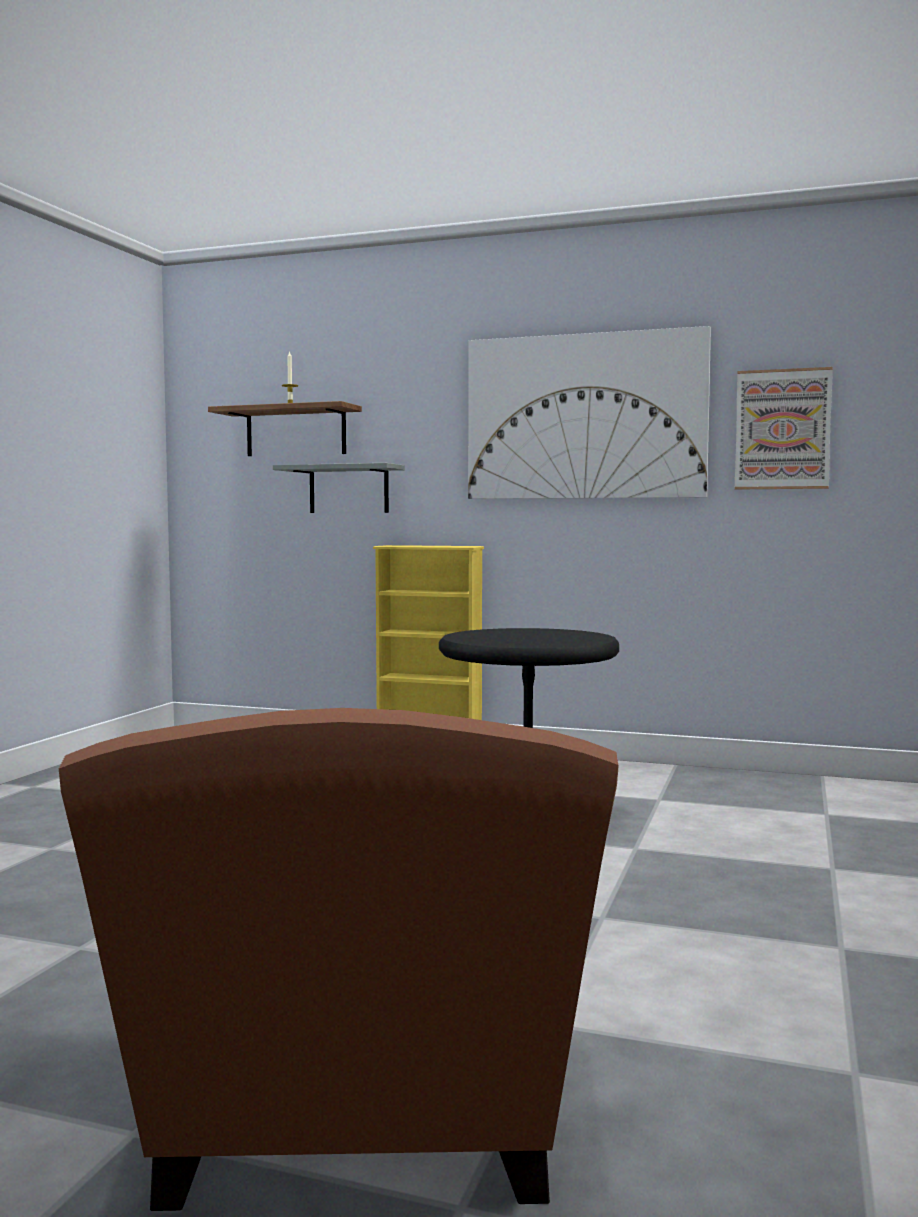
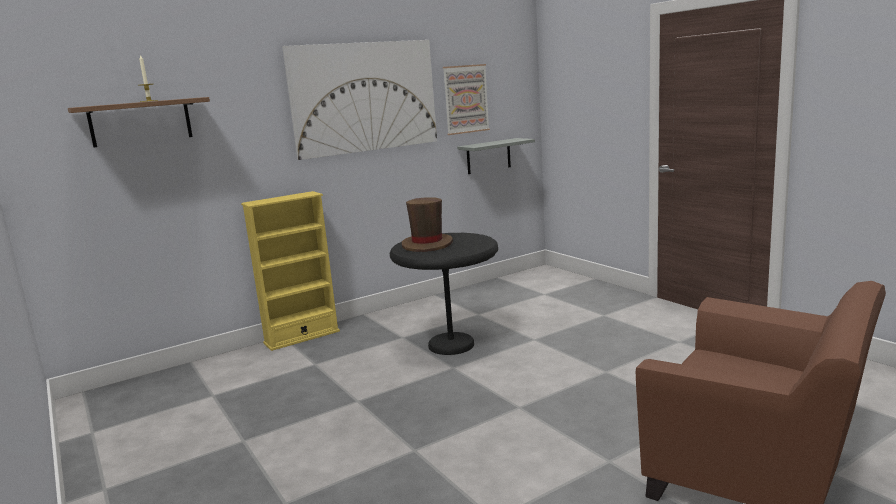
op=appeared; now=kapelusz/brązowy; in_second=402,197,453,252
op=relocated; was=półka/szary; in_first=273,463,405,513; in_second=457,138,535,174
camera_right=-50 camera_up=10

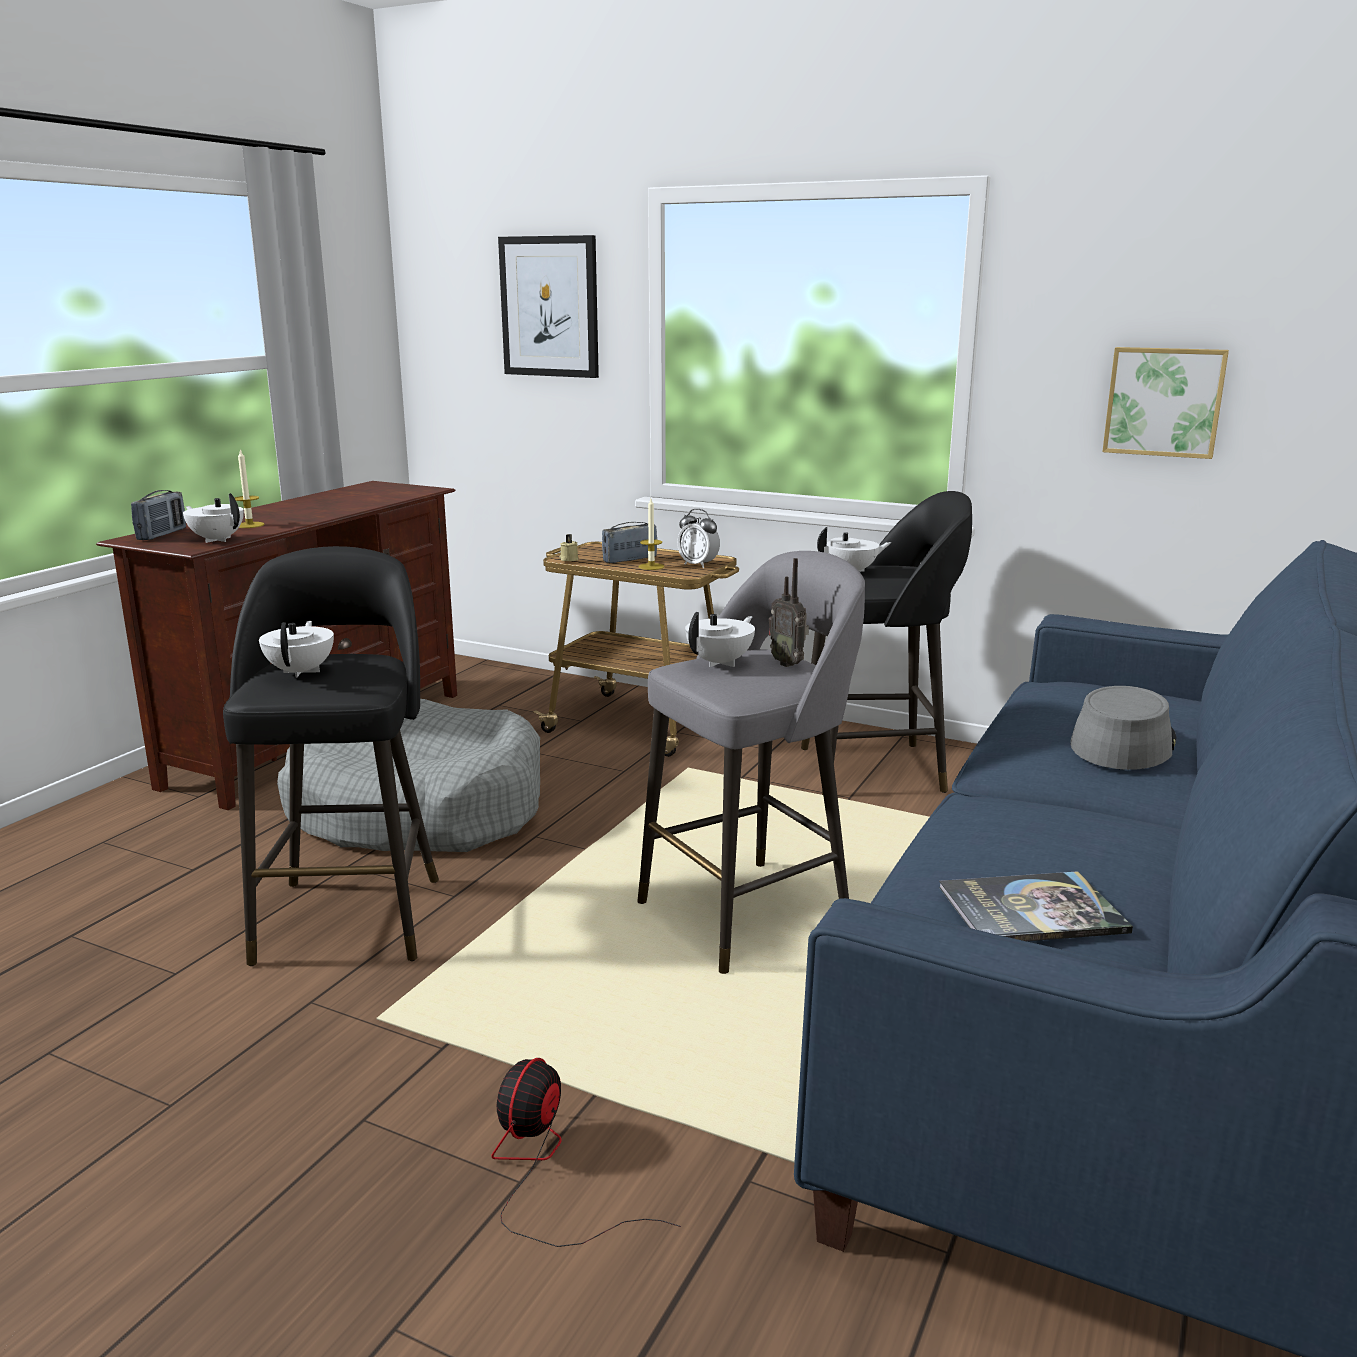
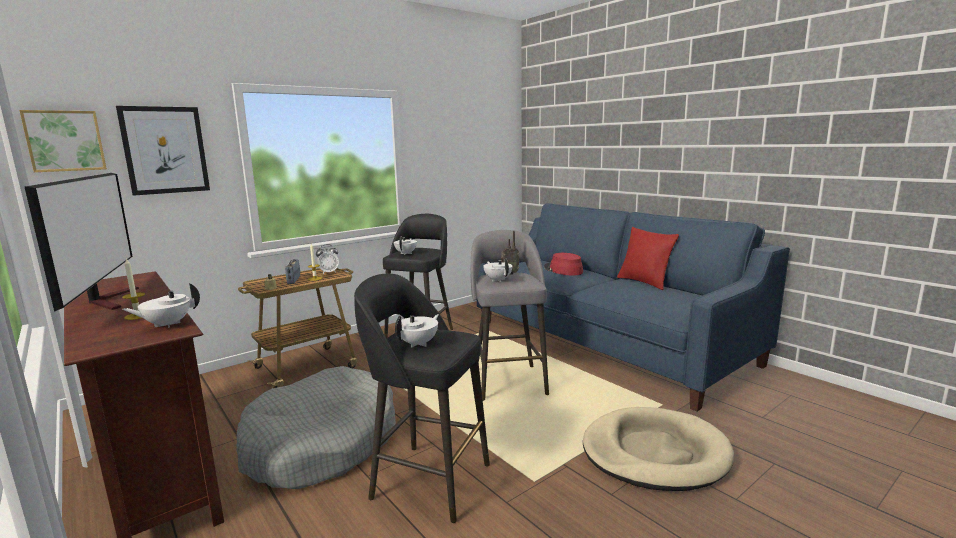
op=relocated; was=obraz; in_first=1102,347,1229,459; in_second=19,110,107,172
op=appeared; now=telewizor; in_second=25,173,139,312
op=spun; was=imbryk/biały; in_first=259,621,334,678; in_second=395,314,439,348; clockwise=105
op=colour; was=kapelusz/szary; now=kapelusz/czerwony; in_first=1070,686,1177,770; in_second=544,253,583,275
op=exchanged; was=wentylator; now=legowisko/beżowy; in_first=491,1058,681,1247; in_second=583,407,734,491
op=appeared; now=poduszka/czerwony; in_second=617,227,679,290
op=missing; was=radio; in_first=131,490,186,540
op=missing; was=książka; in_first=939,871,1133,941
camera_right=-65 camera_up=-5

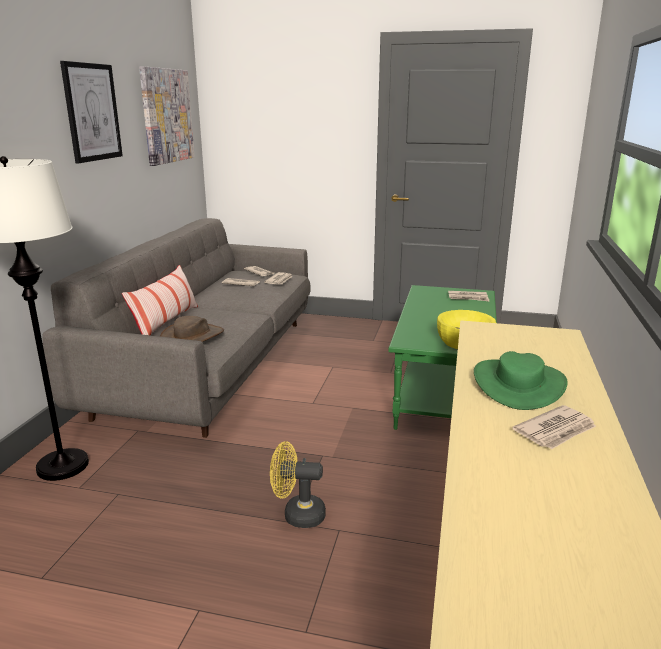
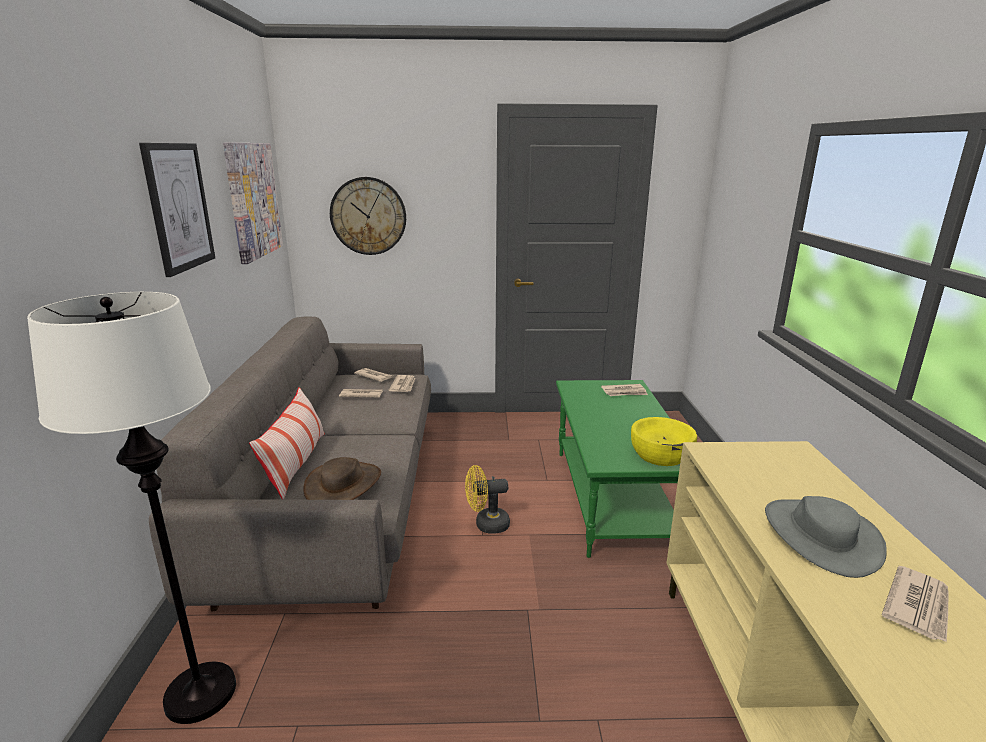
op=appeared; now=zegar ścienny; in_second=330,177,406,255
op=relocated; was=wentylator/żółty; in_first=270,441,326,528; in_second=465,465,510,534
op=colour; was=kapelusz/zielony; now=kapelusz/szary; in_first=474,351,567,410; in_second=765,496,887,578
camera_right=-15 camera_up=0

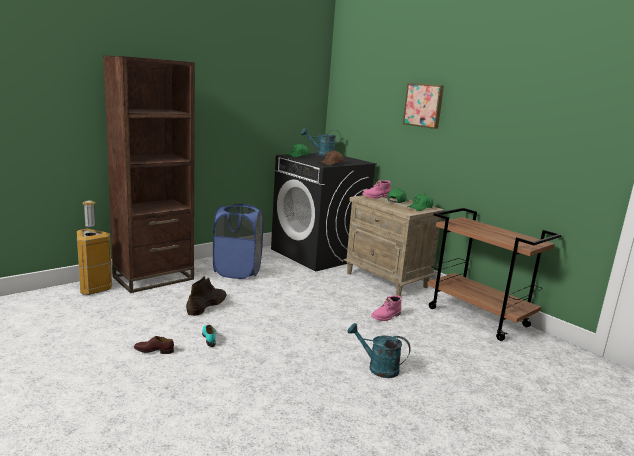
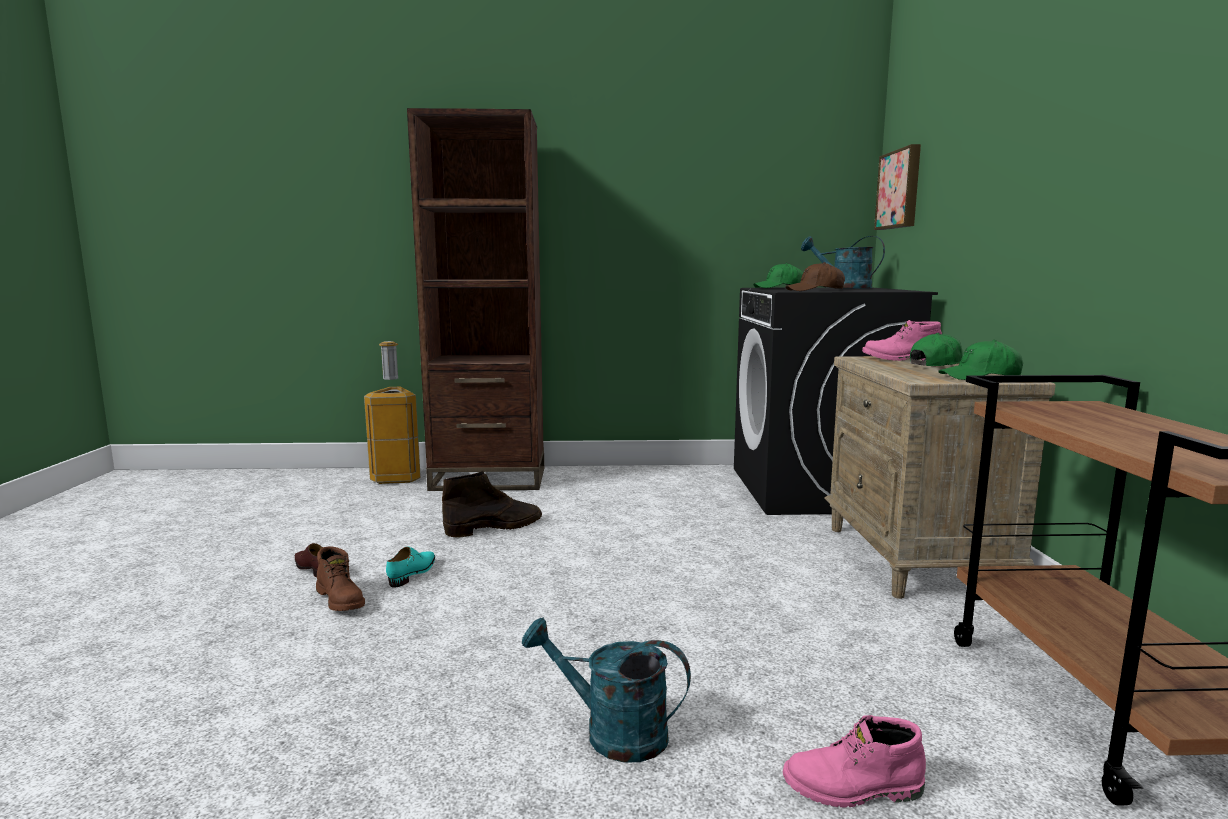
op=appeared; now=but z cholewką/brązowy; in_second=316,546,365,611
op=spun; was=konewka/turkusowy; in_first=347,323,410,378; in_second=522,618,691,762; clockwise=-45
op=relocated; was=but z cholewką/różowy; in_first=371,295,402,321; in_second=783,715,926,808
op=relocated; was=obraz; in_first=403,83,444,129; in_second=874,144,921,230
op=missing; was=kosz na pranie/niebieski; in_first=213,204,263,279
camera_right=40 camera_up=-5

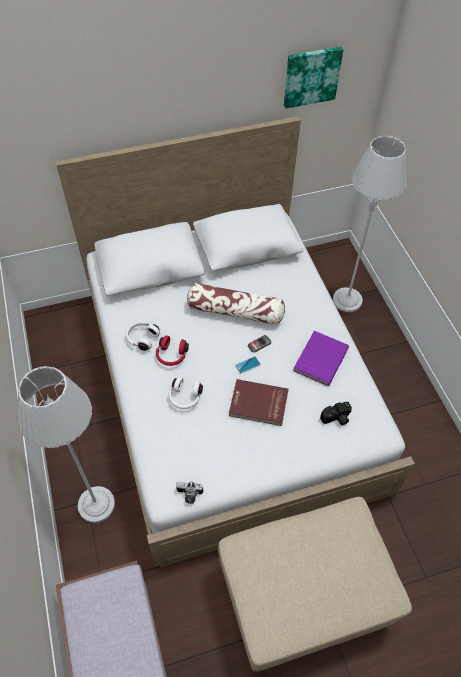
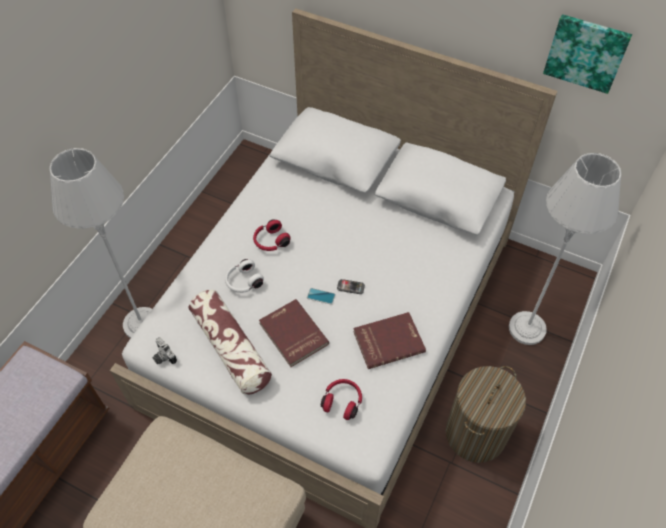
op=relocated; was=poduszka; in_first=187,283,285,325; in_second=189,290,272,394
op=exchanged; was=aparat fotograficzny; now=słuchawki/czerwony; in_first=320,402,352,425; in_second=321,379,362,420
op=colour; was=książka/fioletowy; now=książka/czerwony; in_first=293,331,349,386; in_second=353,312,426,369
op=appeared; now=kosz na pranie; in_second=446,366,526,463
op=missing; was=słuchawki/biały; in_first=126,322,160,351
camera_right=45 camera_up=0

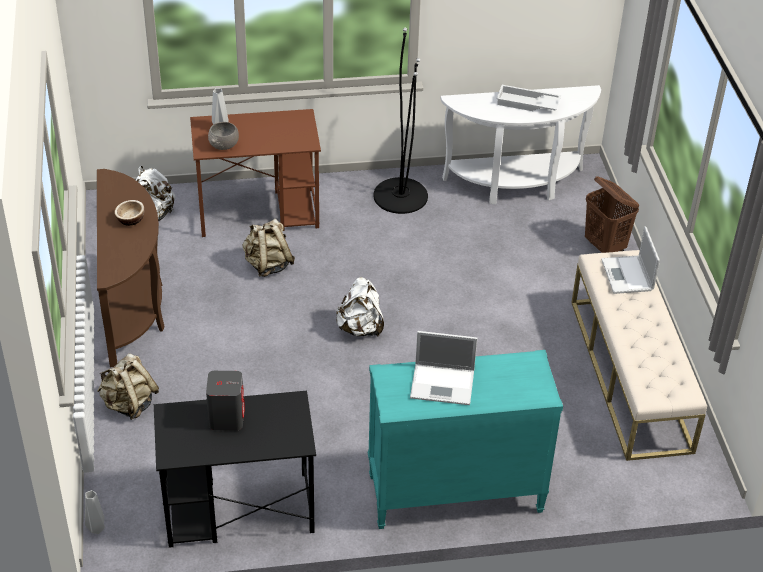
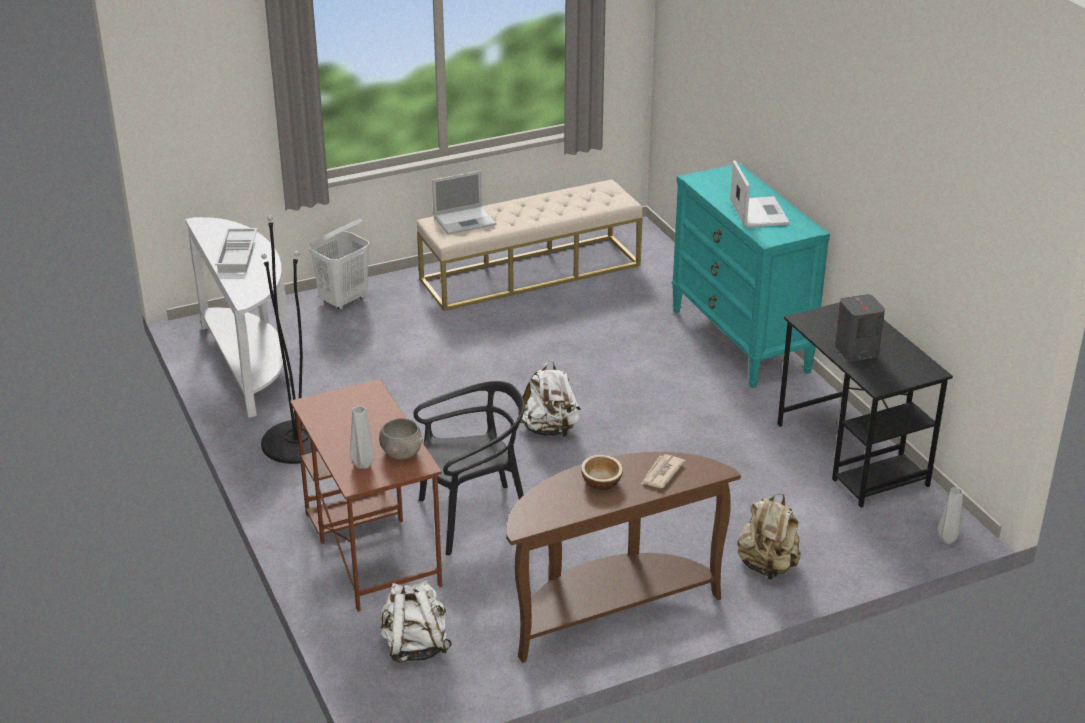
op=colour; was=kosz na pranie/brązowy; now=kosz na pranie/biały; in_first=585,176,639,253; in_second=310,219,369,310
op=exchanged; was=plecak/beżowy; now=krzesło/czarny; in_first=242,219,295,277; in_second=413,381,525,555
op=appeared; now=gazeta; in_second=641,454,685,488
camera_right=-105 camera_up=-10

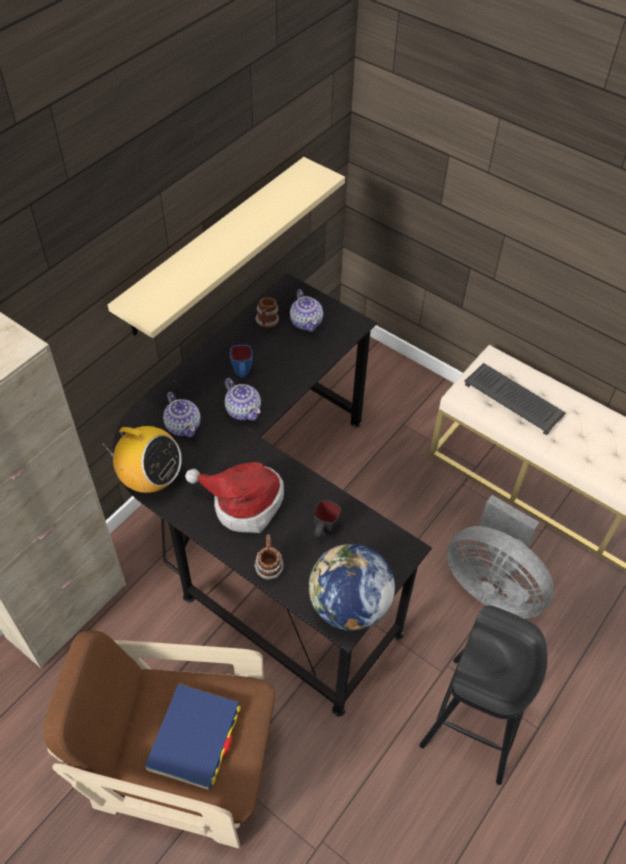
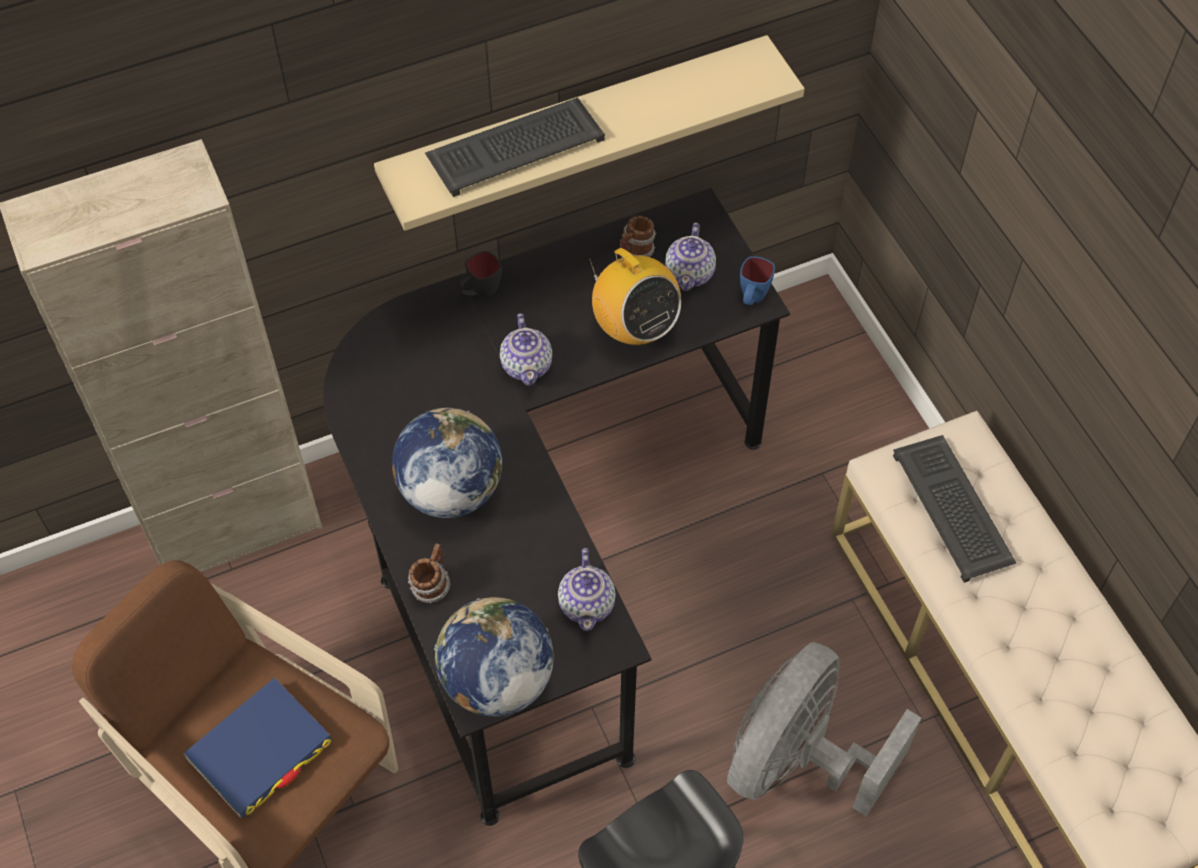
op=exchanged; was=kapelusz; now=globus; in_first=185,462,284,533; in_second=392,408,502,518
op=appeared; now=klawiatura; in_second=425,97,605,197
op=relocated; was=kubek/czarny; in_first=313,500,341,538; in_second=458,251,502,298
op=relocated; was=imbryk; in_first=163,392,201,438; in_second=558,548,616,631
op=relocated; was=radio; in_first=103,426,182,493; in_second=589,248,681,346
op=spun; was=wentylator/szary; in_first=447,495,553,618; in_second=727,642,921,817; clockwise=60
op=relocated; was=kubek/niebieski; in_first=230,345,253,378; in_second=740,256,775,305
camera_right=30 camera_up=5

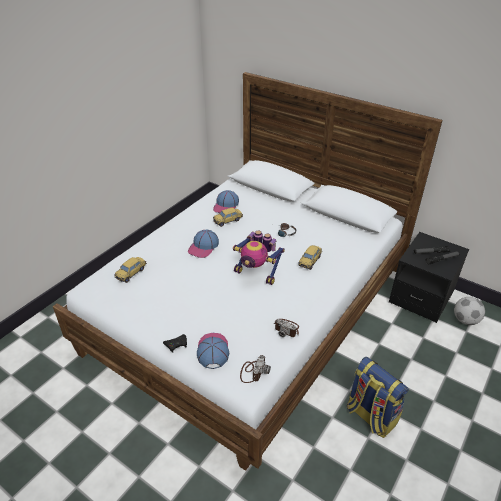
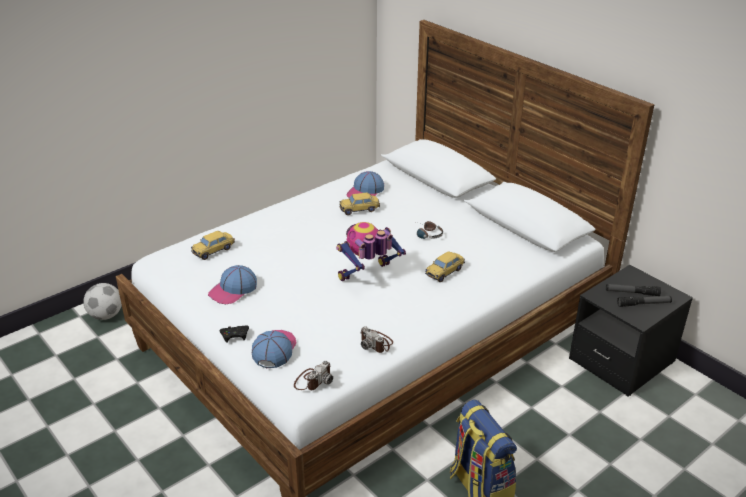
op=relocated; was=piłka futbolowa; in_first=454,297,485,325; in_second=84,283,122,320
op=relocated; was=czapka z daszkiem; in_first=188,230,219,258; in_second=208,265,257,304
op=spun; was=robot zabawkowy; in_first=233,231,285,285; in_second=336,222,406,281; clockwise=105
camera_right=15 camera_up=-5

